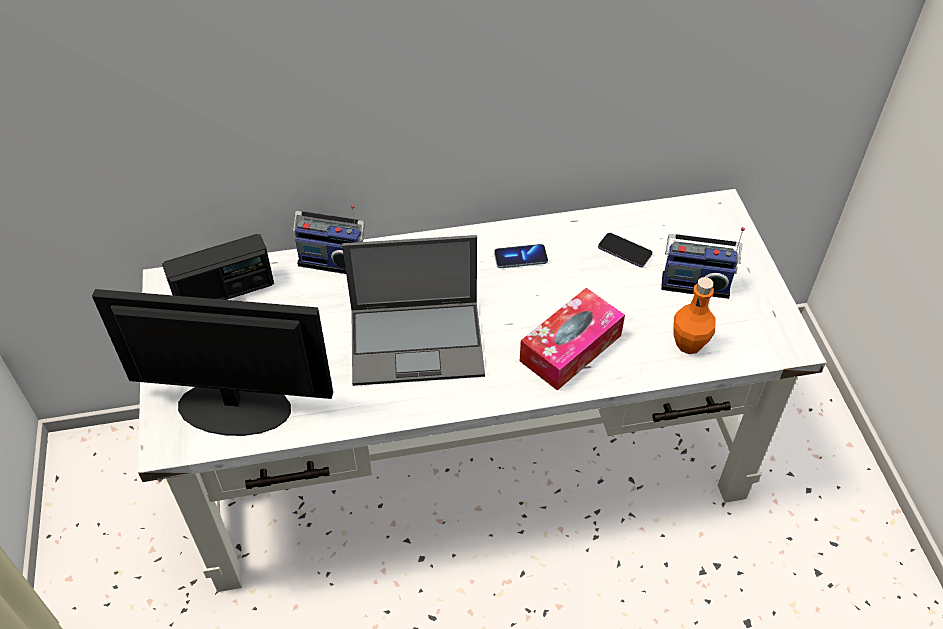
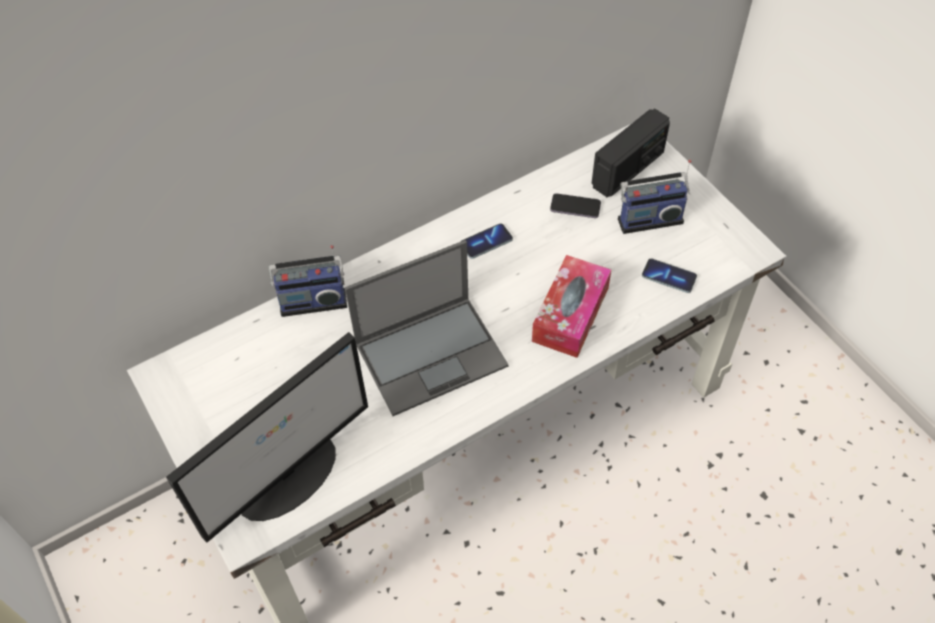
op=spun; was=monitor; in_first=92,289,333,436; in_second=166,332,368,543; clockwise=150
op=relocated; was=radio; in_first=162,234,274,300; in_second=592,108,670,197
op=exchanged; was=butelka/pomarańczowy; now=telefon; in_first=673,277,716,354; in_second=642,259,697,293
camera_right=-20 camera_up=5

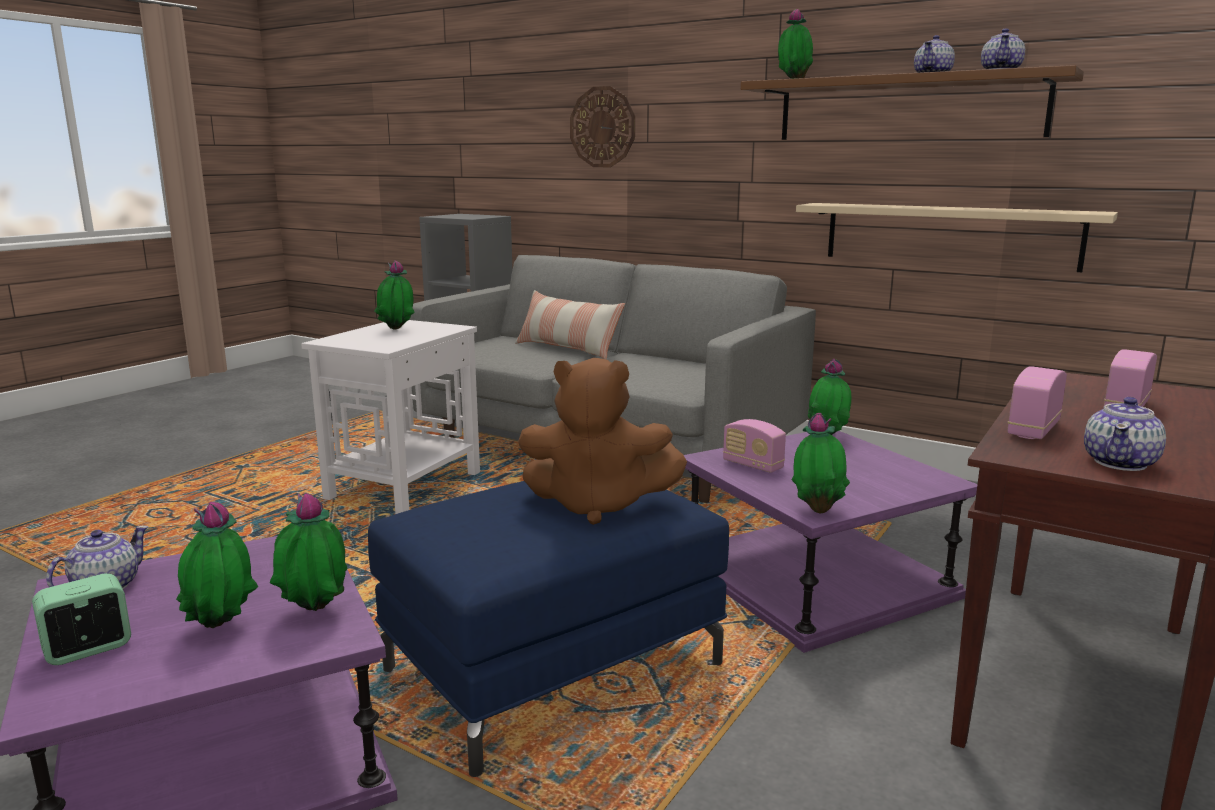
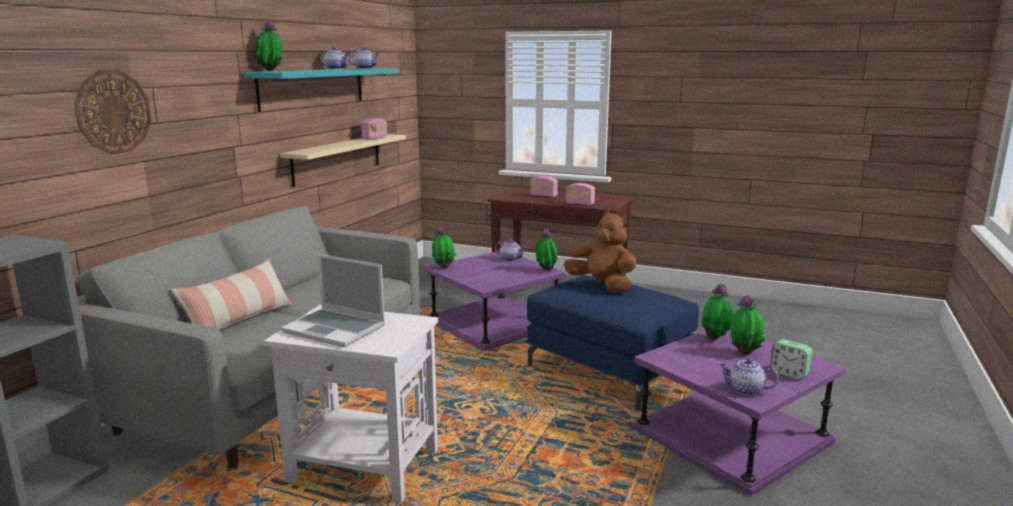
op=colour; was=półka/brązowy; now=półka/turkusowy; in_first=741,65,1084,140; in_second=243,68,398,112
op=exchanged; was=roślina doniczkowa; now=laptop; in_first=374,260,415,330; in_second=281,254,385,347
op=relocated; was=radio; in_first=723,419,786,473; in_second=361,118,387,140
op=relocated; was=imbryk; in_first=1084,397,1166,471; in_second=495,239,527,261
op=spun; was=pluszak/brązowy; in_first=518,358,687,525; in_second=564,210,636,293; clockwise=-45
camera_right=-100 camera_up=0

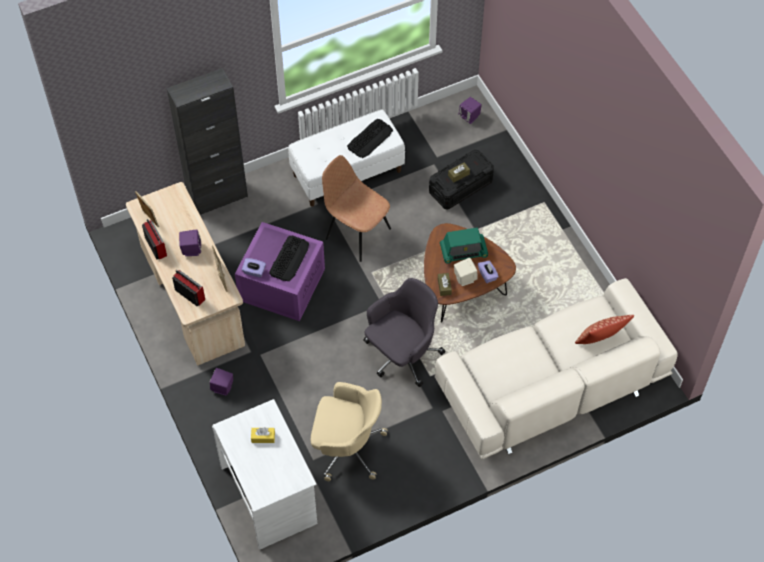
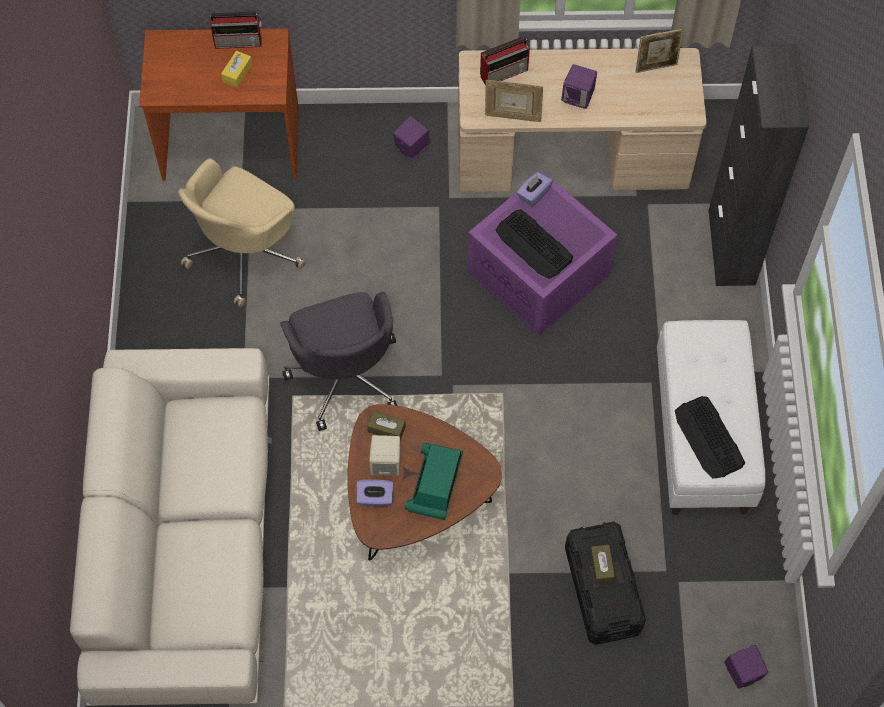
op=colour; was=biurko/biały; now=biurko/brązowy; in_first=212,399,317,550; in_second=139,29,299,181
op=relocated; was=radio; in_first=142,219,167,260; in_second=210,11,262,49
op=missing; was=krzesło/brązowy; in_first=322,155,391,262
op=missing; was=poduszka; in_first=575,315,634,344
camera_right=115 camera_up=5

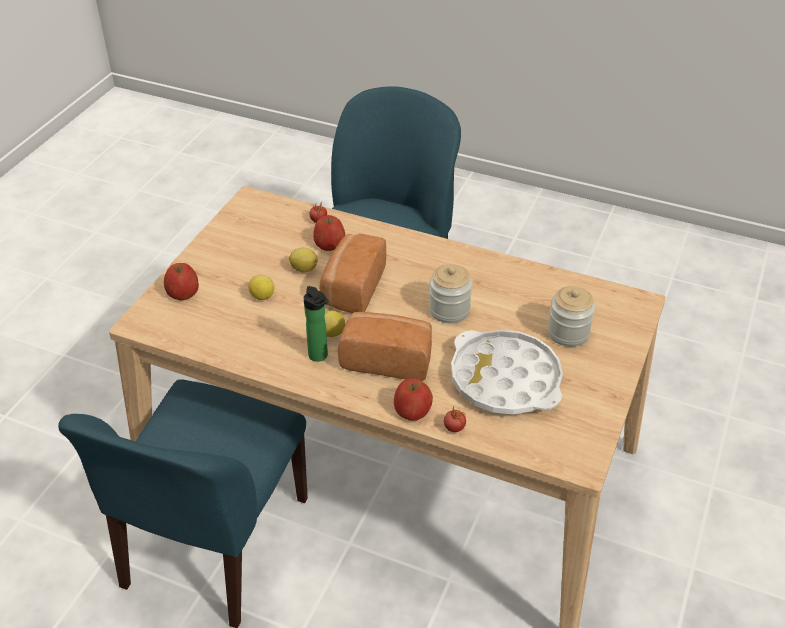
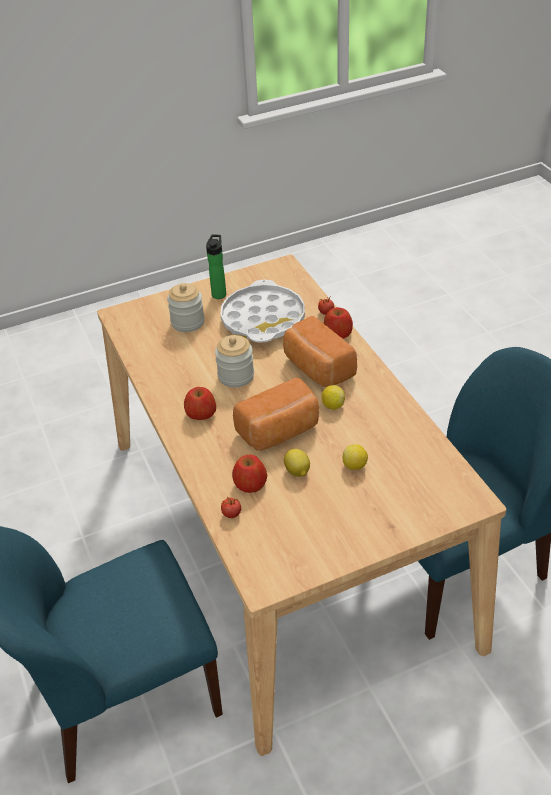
op=relocated; was=jabłko; in_first=164,263,199,301; in_second=184,387,216,420
op=relocated; was=butelka; in_first=304,286,328,362; in_second=206,234,226,299
camera_right=-135 camera_up=0

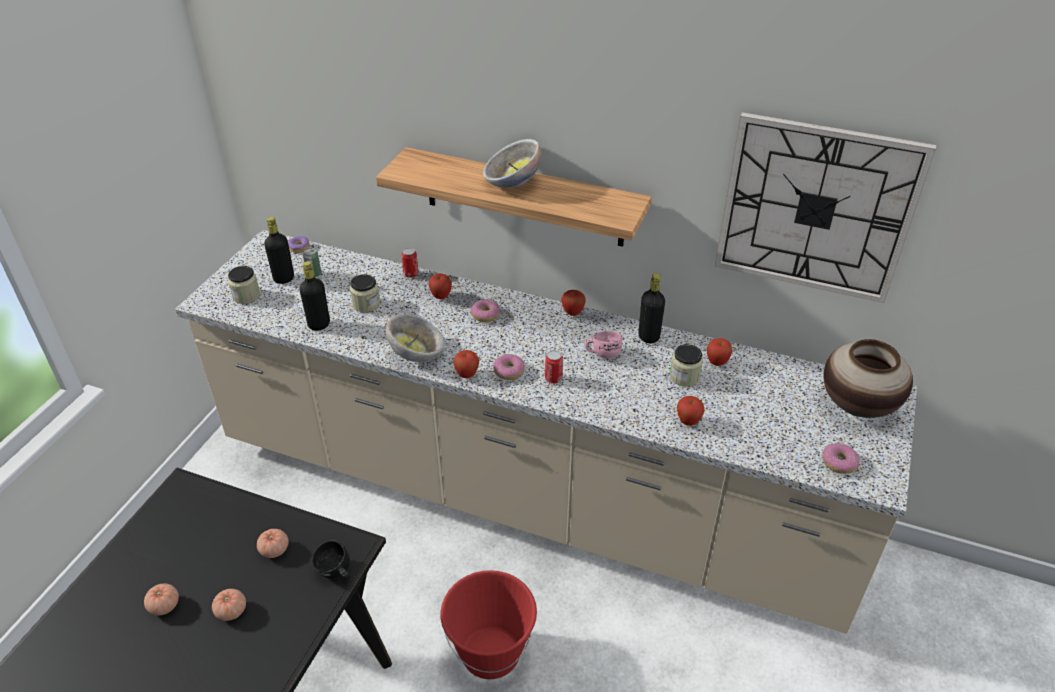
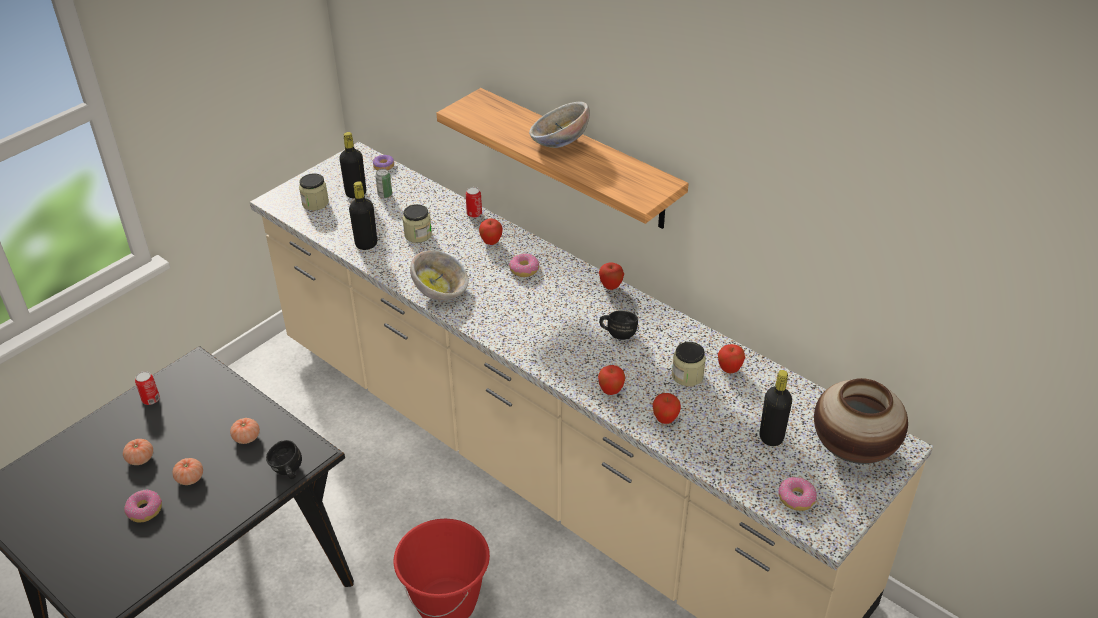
op=relocated; was=donut; in_first=493,354,525,380; in_second=124,489,162,523
op=relocated; was=puszka; in_first=545,350,563,384; in_second=135,371,160,405
op=relocated; was=jabłko; in_first=454,350,479,378; in_second=598,365,625,395
op=colour; was=kubek/różowy; now=kubek/czarny; in_first=585,331,622,359; in_second=599,311,638,340
op=relocated; was=butelka/czarny; in_first=639,273,665,343; in_second=759,370,792,446
op=missing; was=zegar ścienny; in_first=715,112,936,303
camera_right=20 camera_up=0

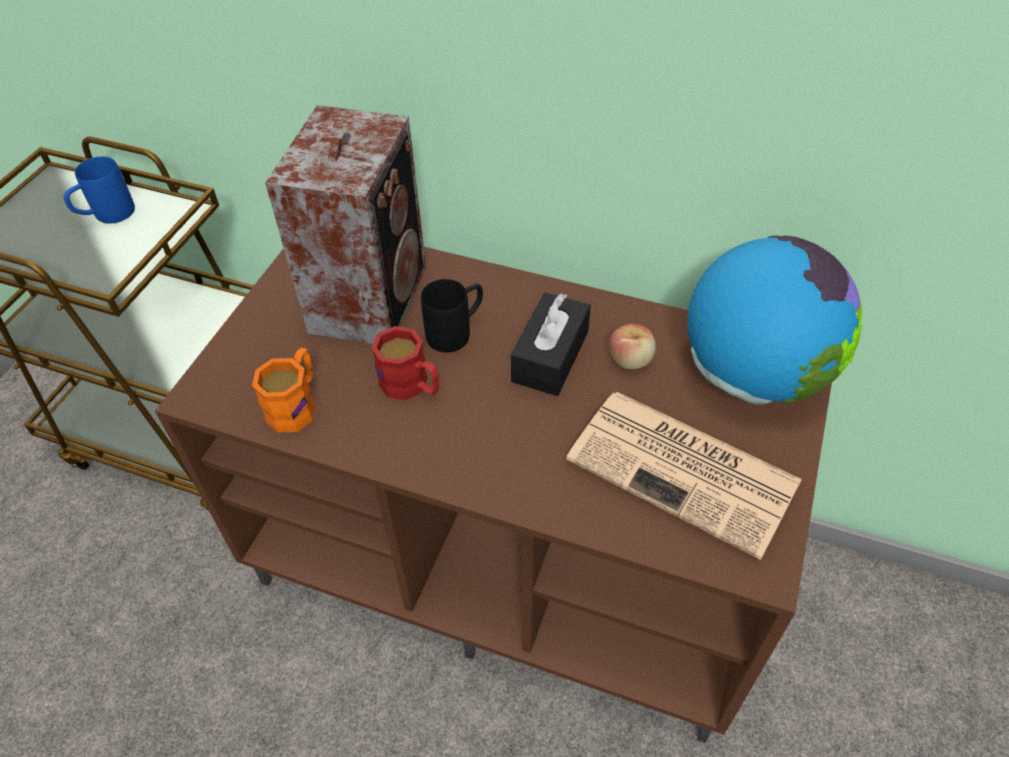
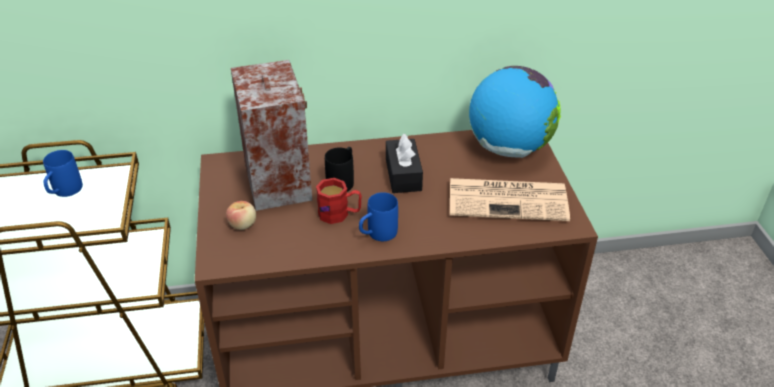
op=relocated; was=jabłko; in_first=609,324,656,369; in_second=226,201,256,230
op=appeared; now=kubek/niebieski; in_second=359,192,398,241
op=missing; was=kubek/pomarańczowy; in_first=252,348,315,433
camera_right=-30 camera_up=-10

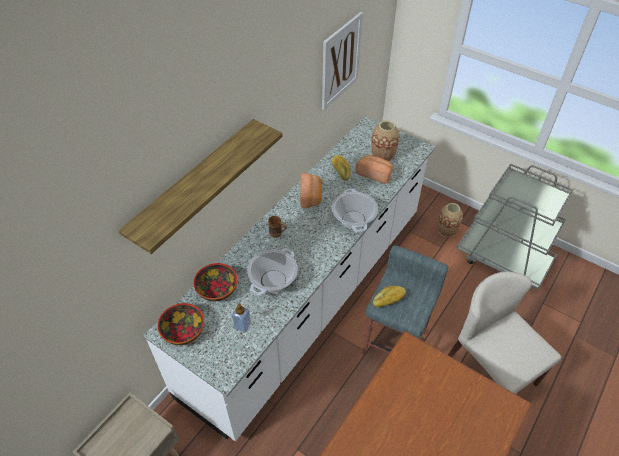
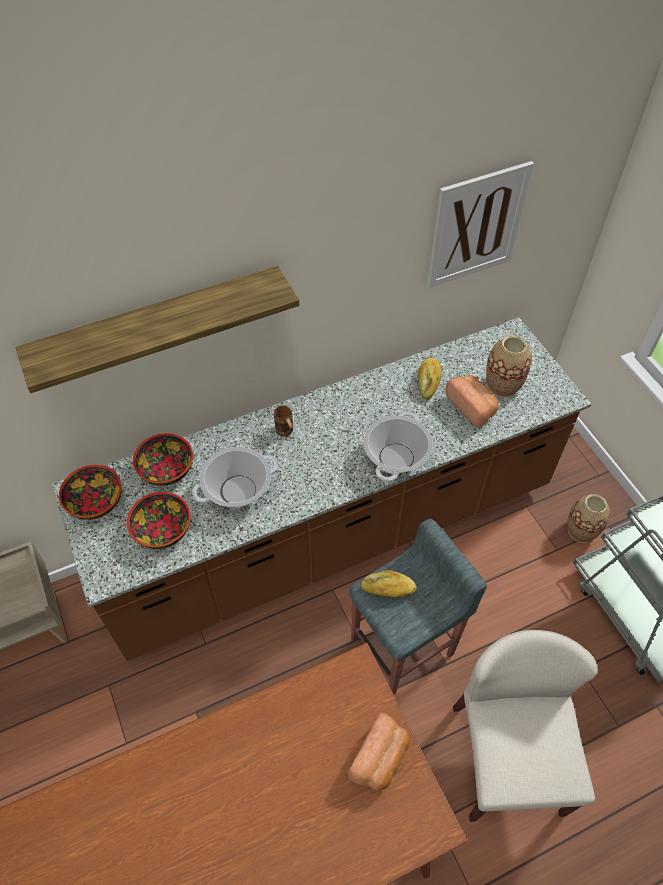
op=colour; was=zabudowa kuchenna/biały; now=zabudowa kuchenna/brązowy; in_first=143,116,436,441; in_second=52,317,591,661
op=exchanged; was=dozownik mydła; now=miska; in_first=232,304,251,332; in_second=127,492,191,549
op=relocated; was=chleb; in_first=300,173,322,208; in_second=348,712,410,791
camera_right=30 camera_up=5

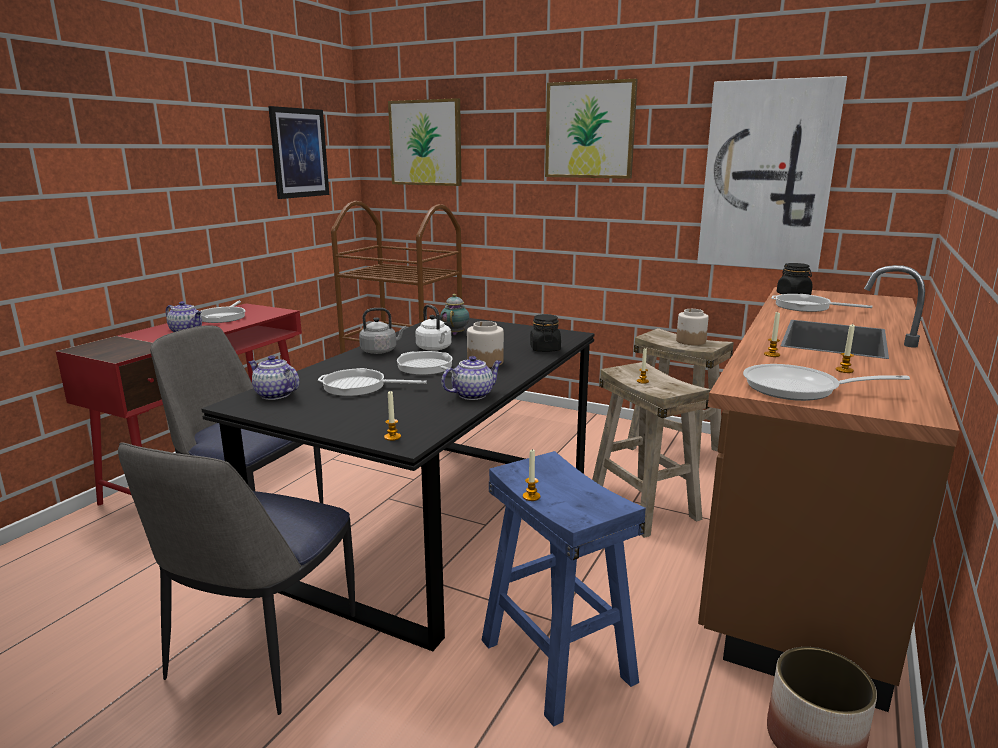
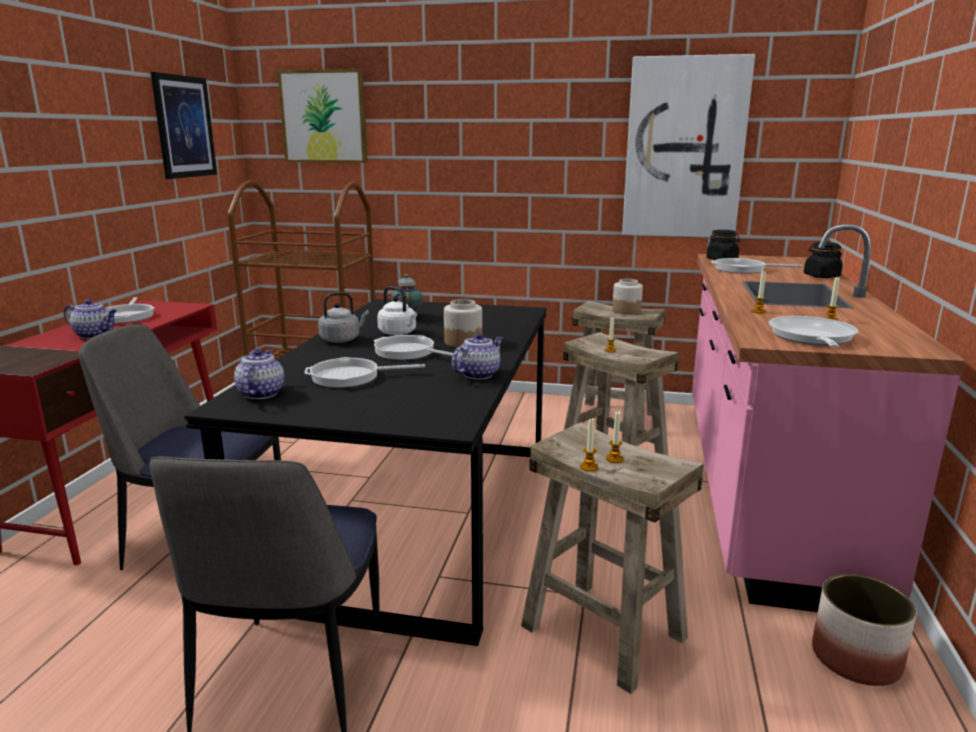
op=spun; was=imbryk; in_first=248,355,300,400; in_second=234,349,284,399; clockwise=75
op=colour; was=stołek/niebieski; now=stołek/beżowy; in_first=482,451,646,727; in_second=521,422,704,694
op=relocated; was=świeca; in_first=384,391,401,441; in_second=606,411,624,463
op=colour; was=zabudowa kuchenna/brązowy; now=zabudowa kuchenna/różowy; in_first=698,265,959,712; in_second=692,224,965,612
op=spun; was=patelnia; in_first=743,364,910,401; in_second=769,316,858,348; clockwise=105
op=relocated; was=słoik/czarny; in_first=530,314,561,352; in_second=804,242,843,278
op=missing; was=obraz; in_first=545,79,638,179
camera_right=-15 camera_up=0

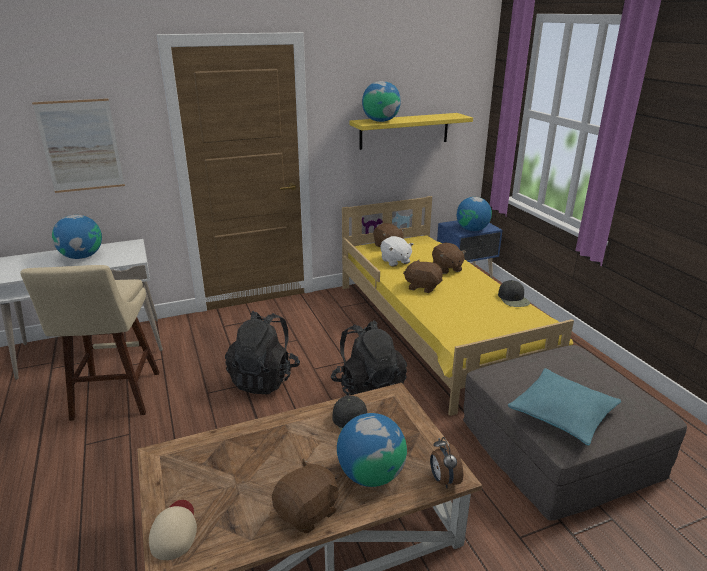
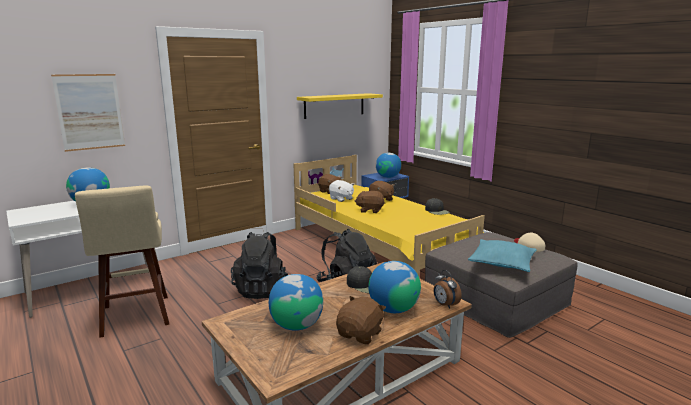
op=relocated; was=globus; in_first=362,81,401,122; in_second=269,274,323,331
op=relocated; was=czapka z daszkiem/beżowy; in_first=149,500,197,560; in_second=514,233,545,252
camera_right=-15 camera_up=-10

